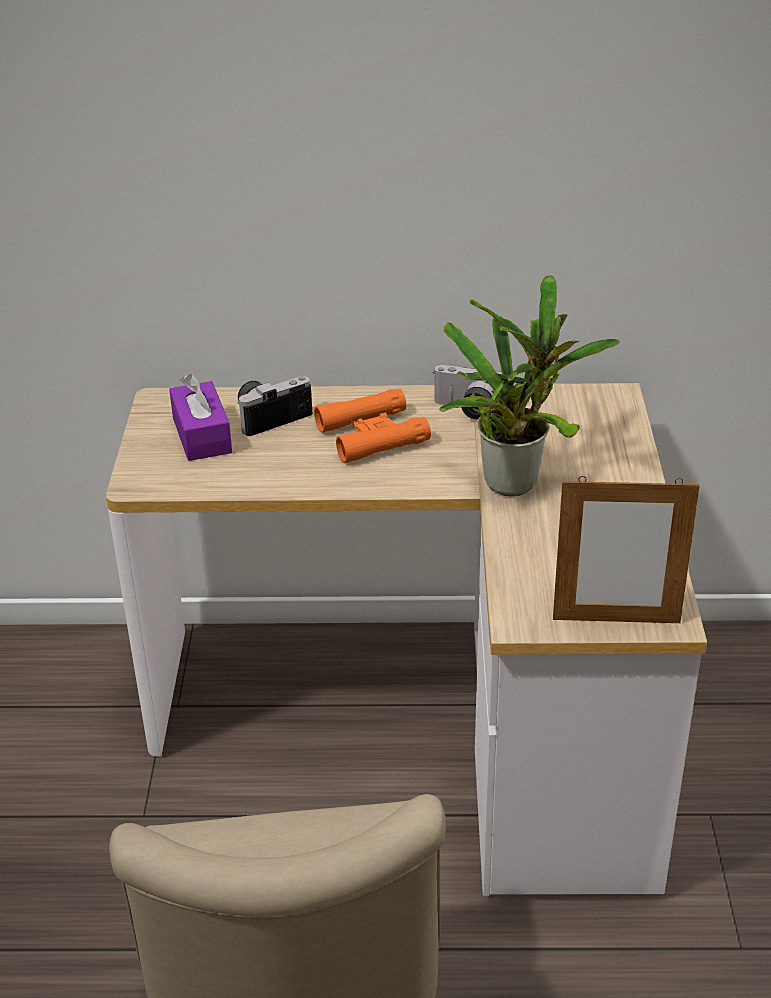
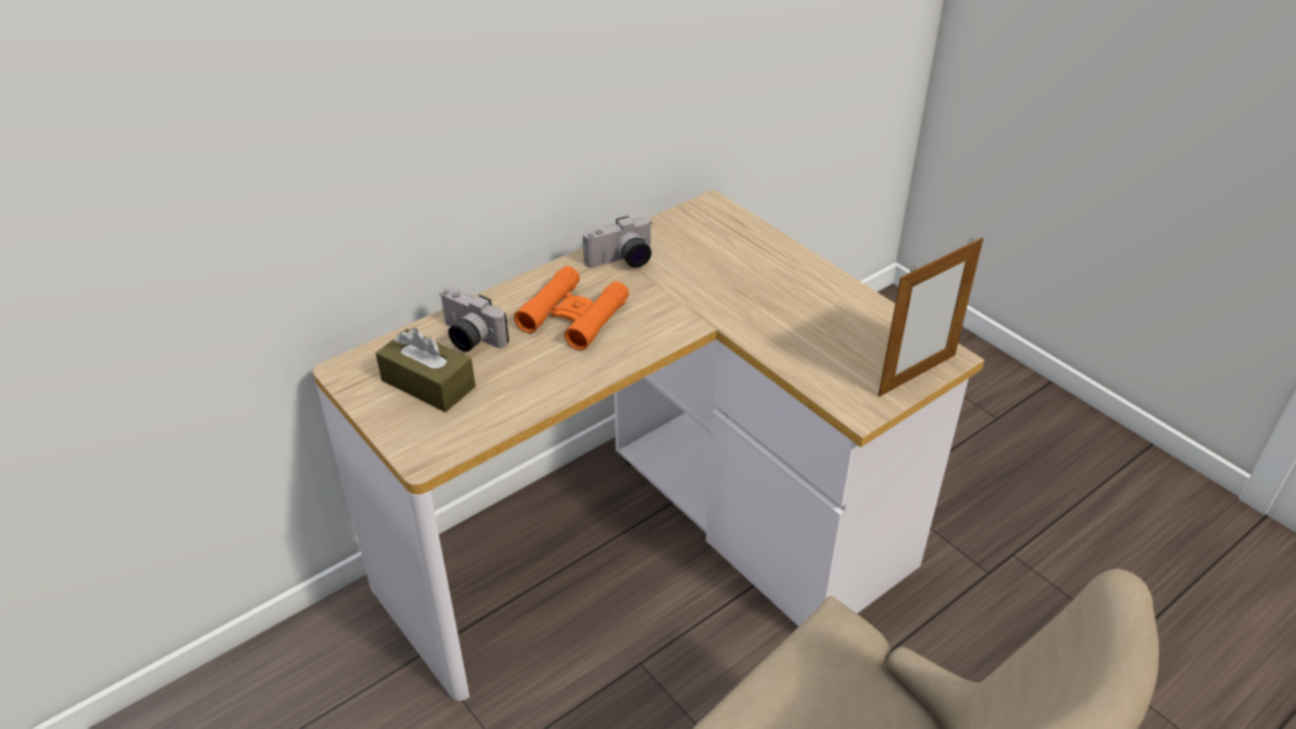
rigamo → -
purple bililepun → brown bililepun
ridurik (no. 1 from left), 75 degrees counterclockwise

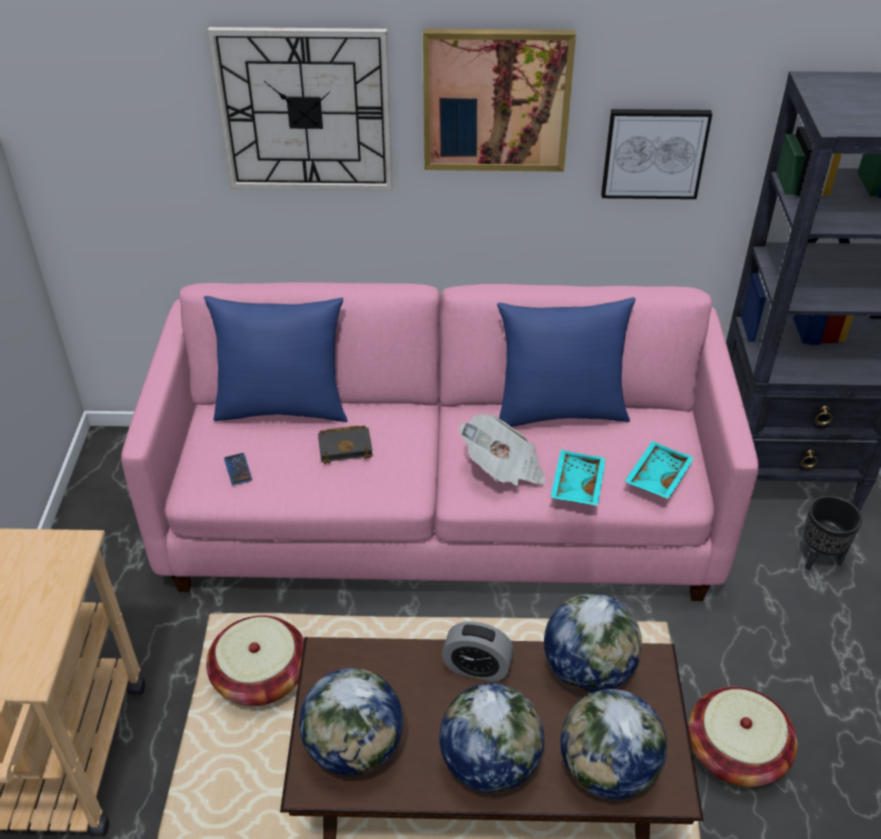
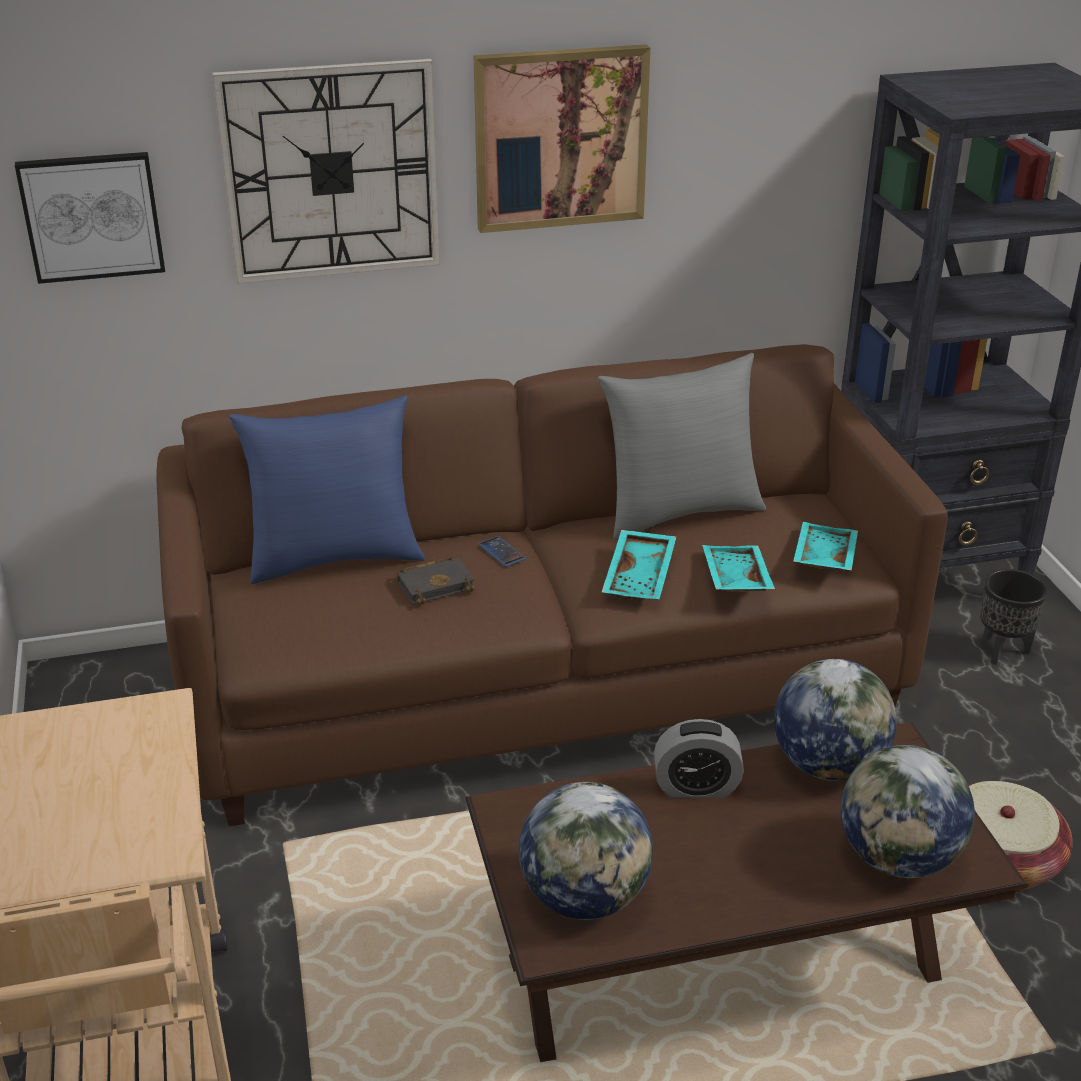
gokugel (no. 2 from left in the first image) → gokugel (no. 1 from left), relocated
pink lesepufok → brown lesepufok
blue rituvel (no. 2 from left) → grey rituvel
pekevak → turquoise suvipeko (no. 1 from left)
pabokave, relocated
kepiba (no. 1 from left) → -
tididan (no. 2 from left) → -

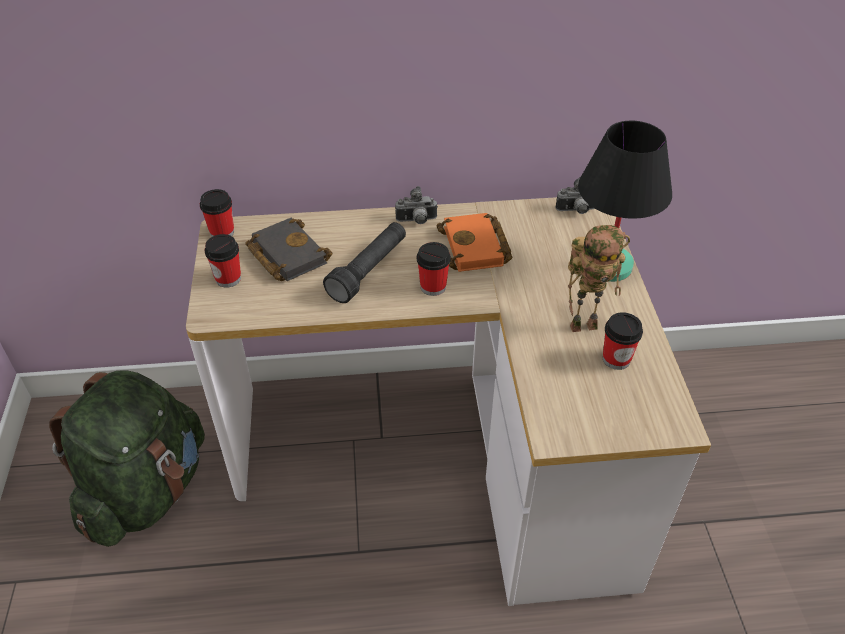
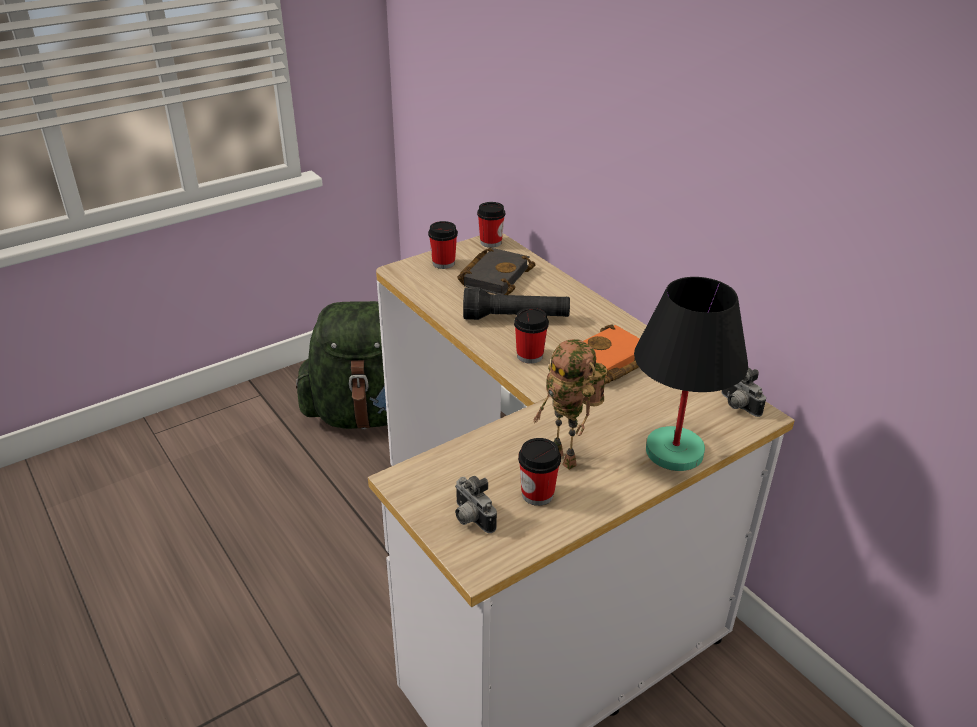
ridurik (no. 1 from left), relocated

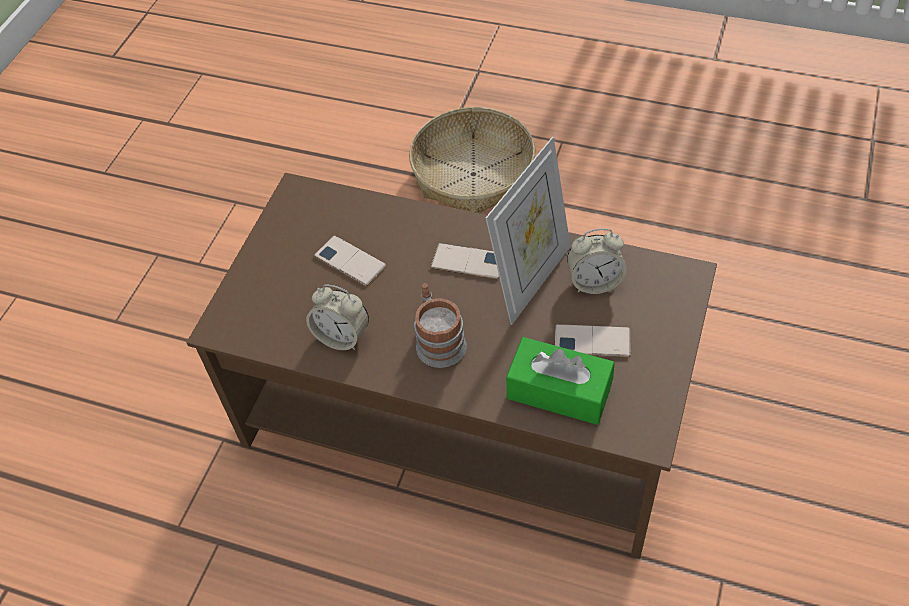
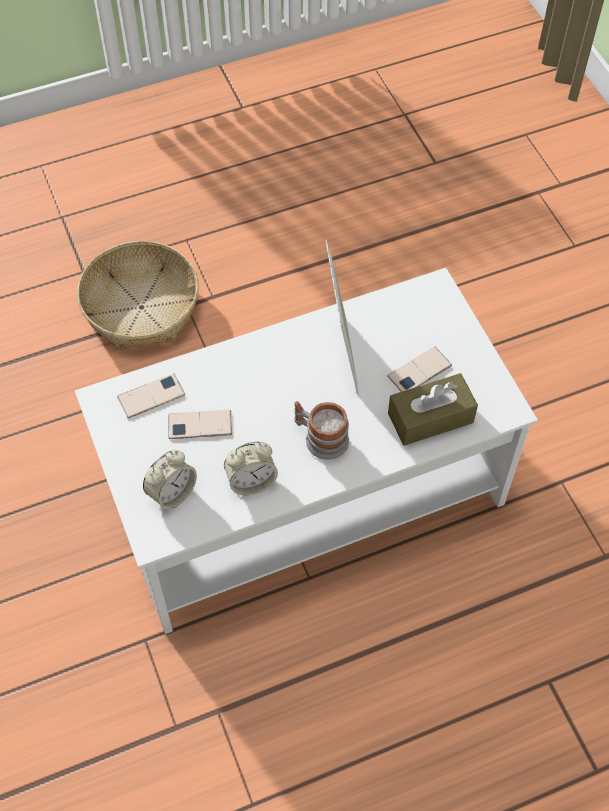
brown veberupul → white veberupul
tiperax (no. 2 from left in the first image) → tiperax (no. 1 from left), relocated
pabokave (no. 2 from left in the first image) → pabokave (no. 1 from left), relocated
green bililepun → brown bililepun

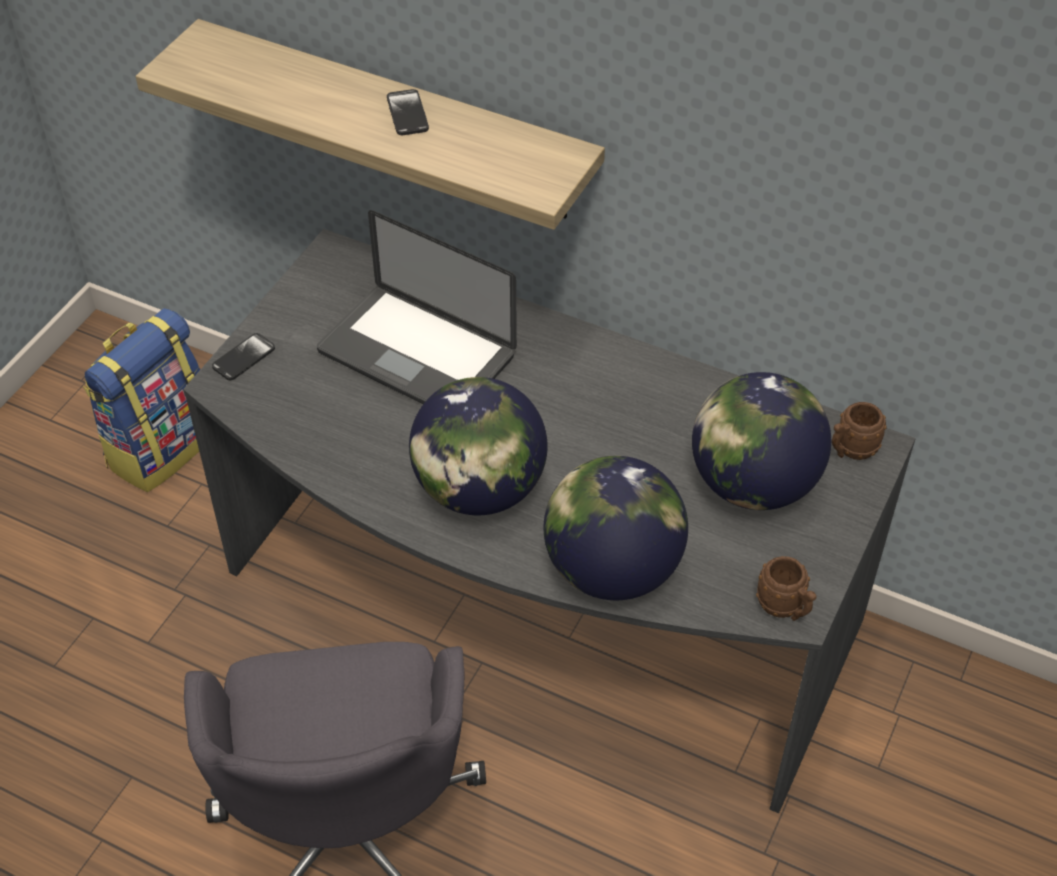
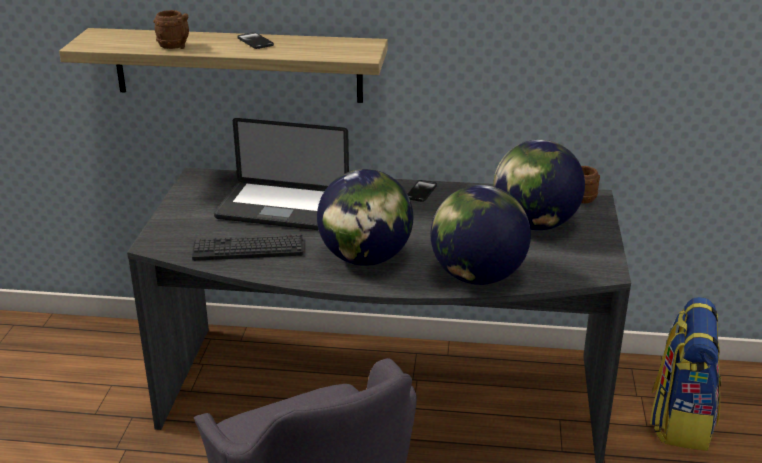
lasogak, relocated
pabokave (no. 1 from left in the first image) → pabokave (no. 2 from left), relocated
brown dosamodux (no. 1 from left), relocated
- → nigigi

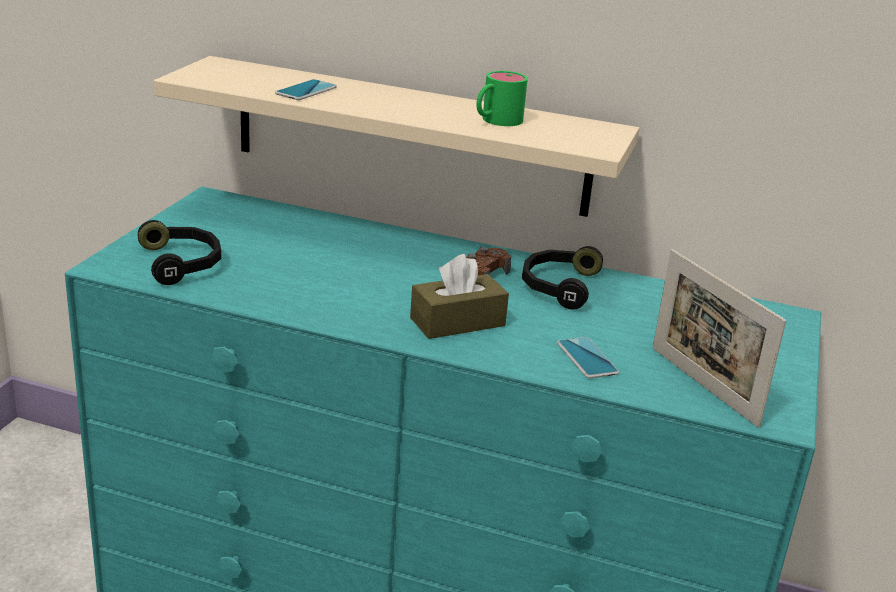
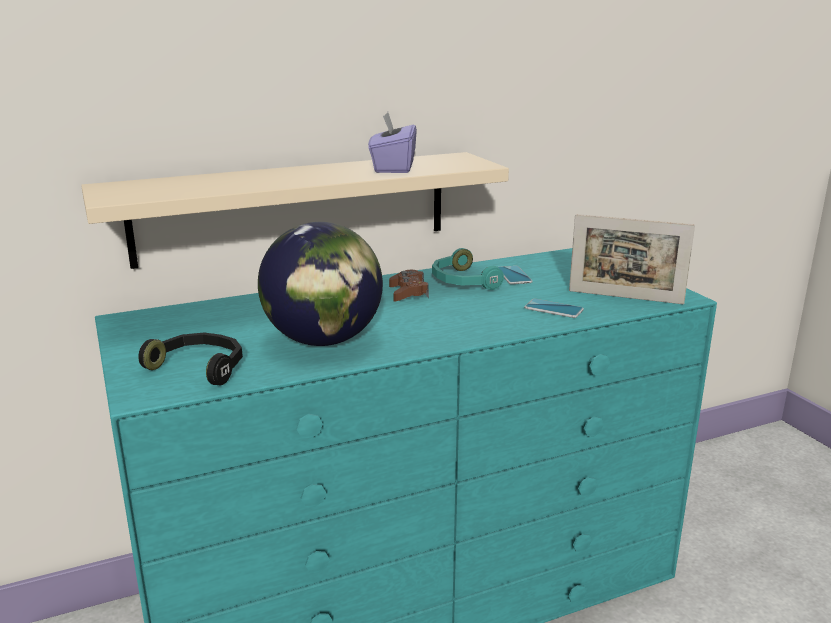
green dosamodux → purple bililepun
pabokave (no. 1 from left), relocated
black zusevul (no. 2 from left) → turquoise zusevul
brown bililepun → -
- → tididan

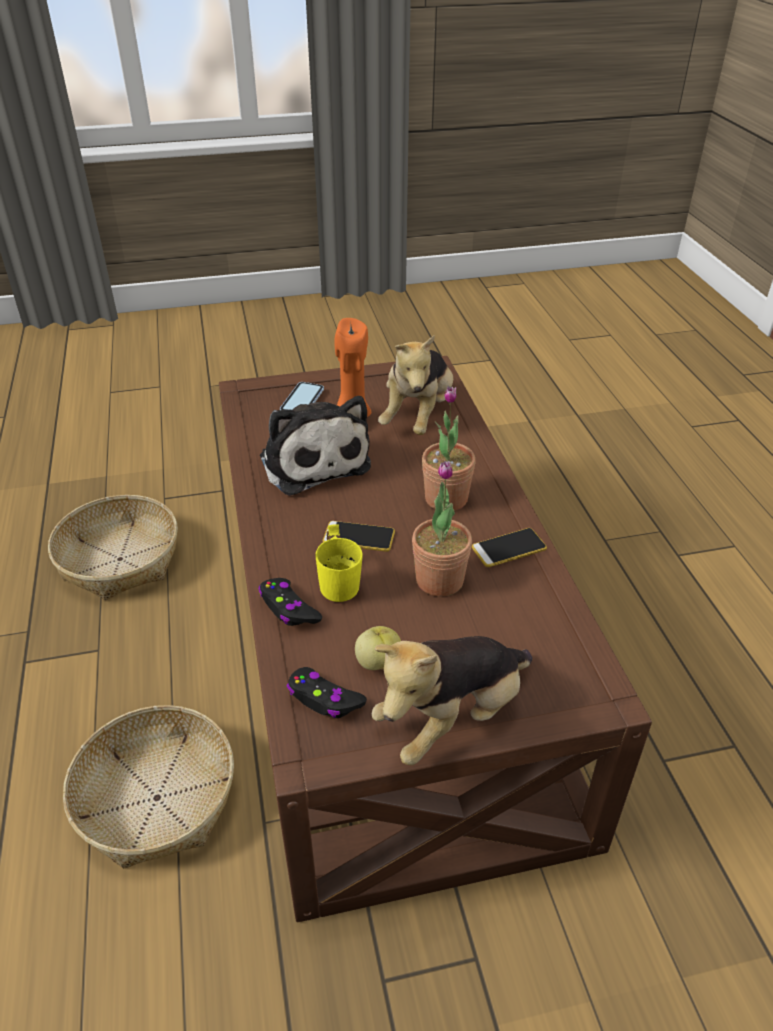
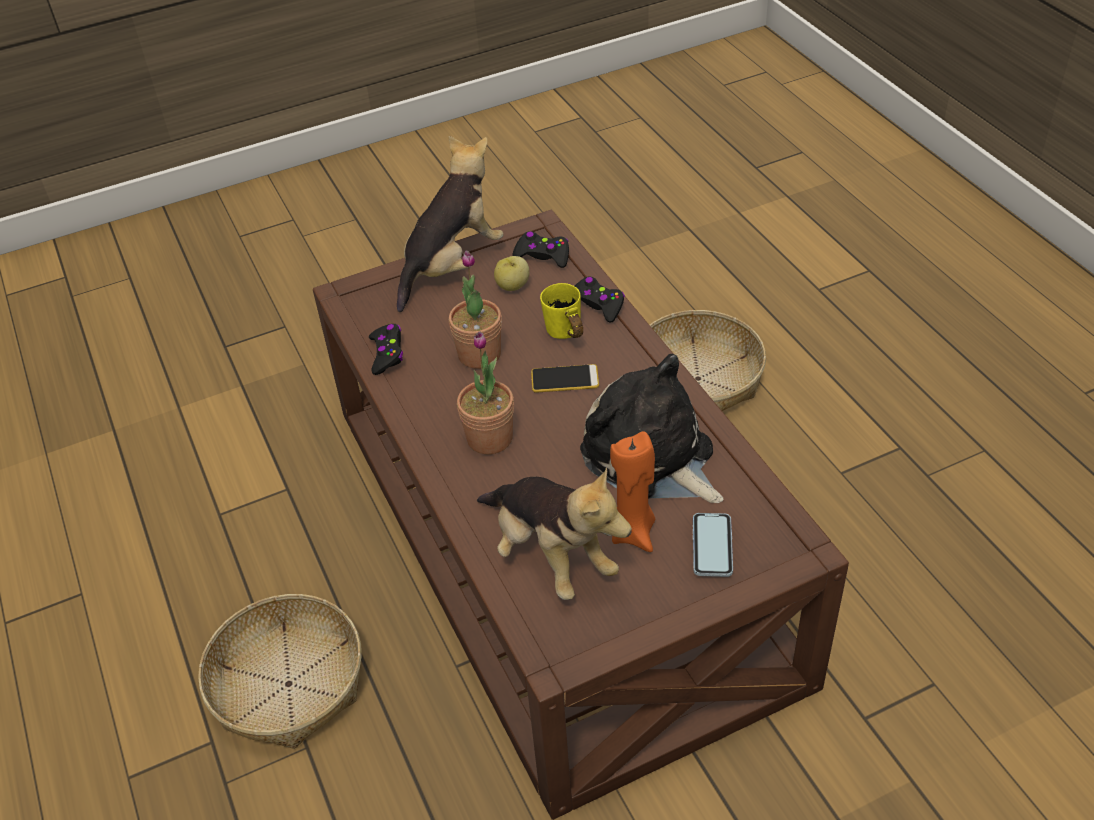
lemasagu (no. 2 from left), 135 degrees clockwise
kepiba (no. 1 from left), relocated
pabokave (no. 3 from left) → -
- → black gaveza (no. 1 from left)

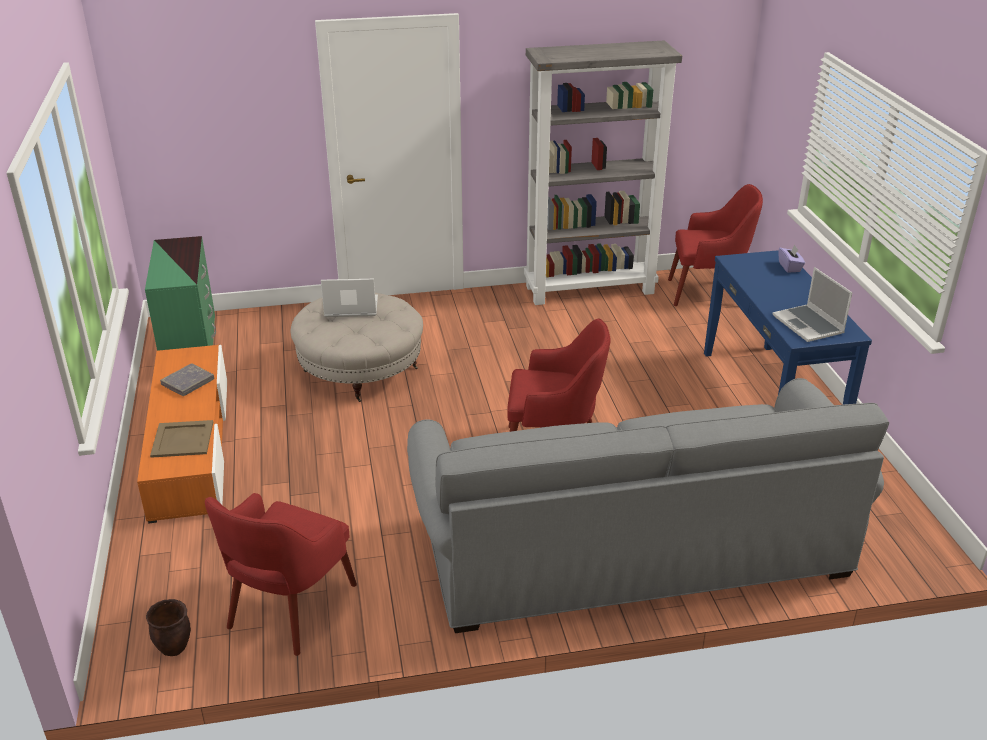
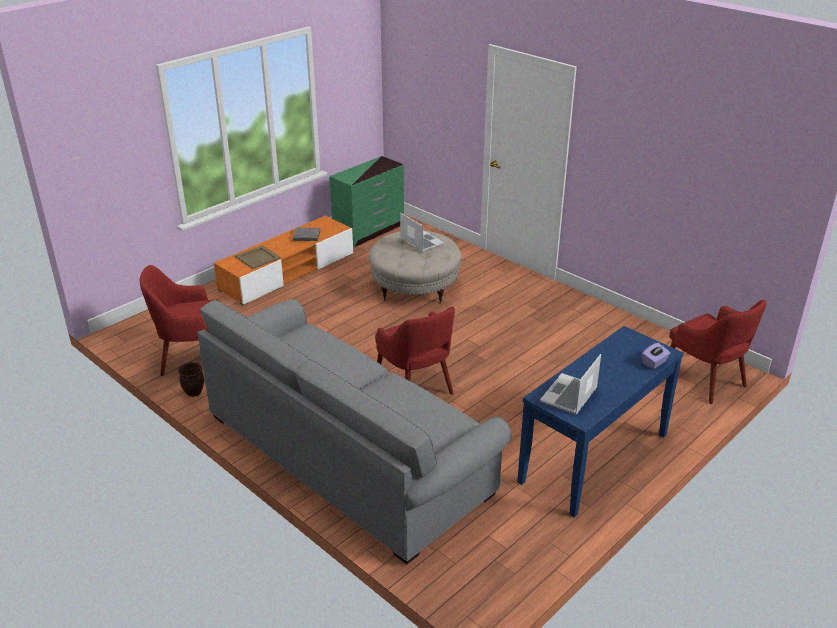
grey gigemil → -
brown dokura, relocated

